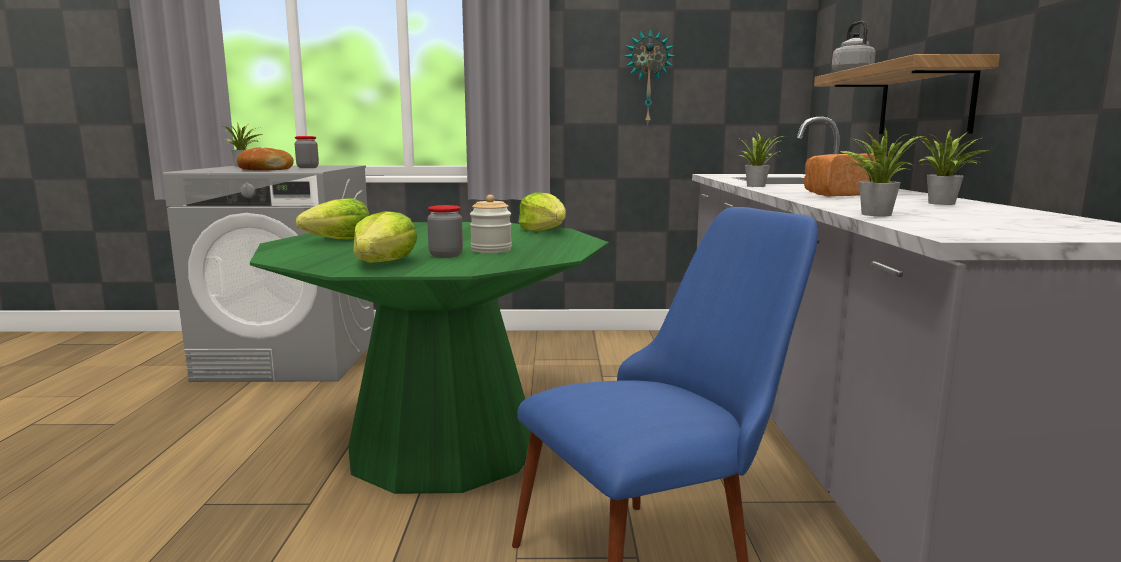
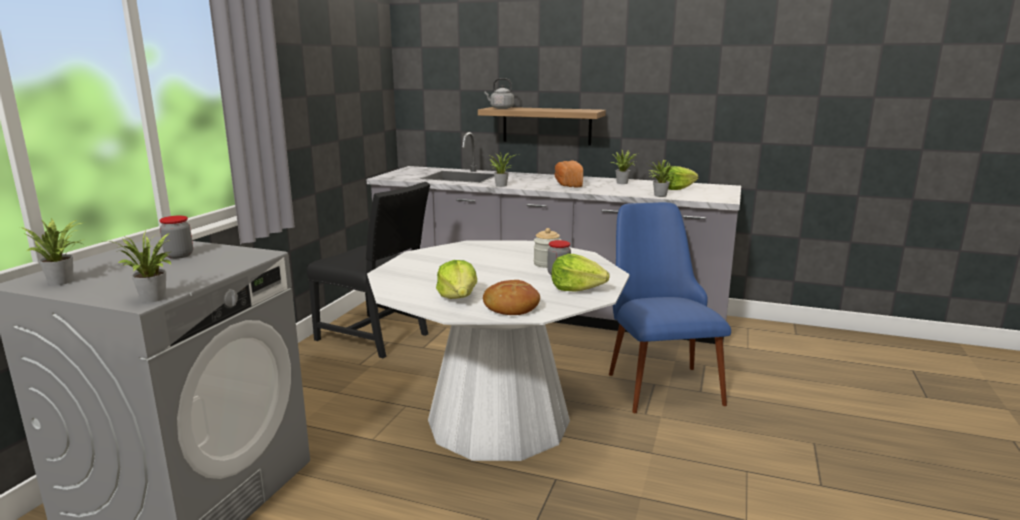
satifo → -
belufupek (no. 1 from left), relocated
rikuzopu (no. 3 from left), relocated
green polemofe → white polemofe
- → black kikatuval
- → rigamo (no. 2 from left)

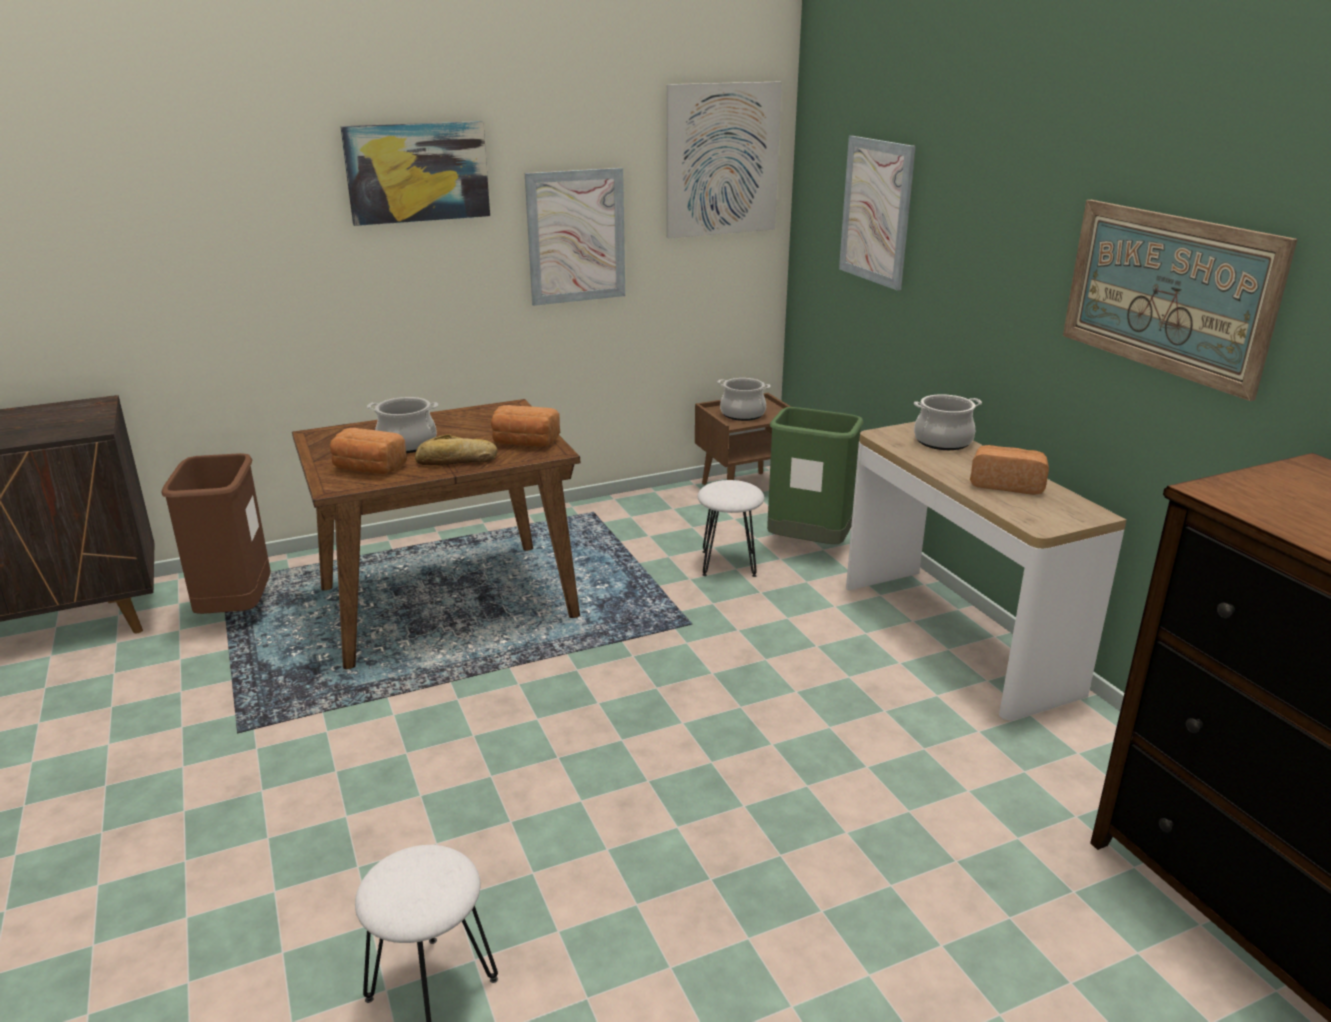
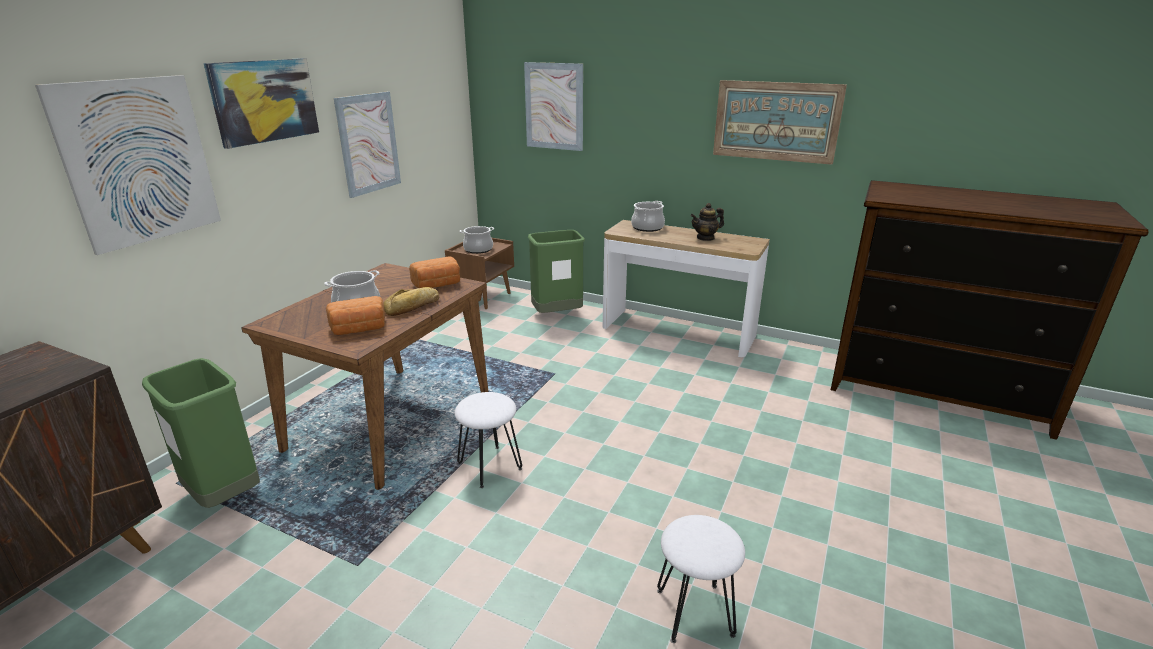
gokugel (no. 3 from left in the first image) → gokugel (no. 1 from left), relocated
belufupek (no. 4 from left) → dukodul
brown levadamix → green levadamix (no. 1 from left)
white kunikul (no. 2 from left in the first image) → white kunikul (no. 1 from left), relocated

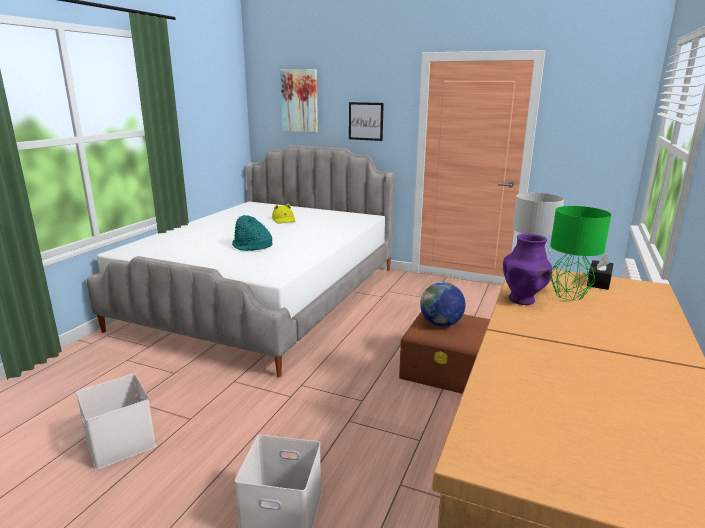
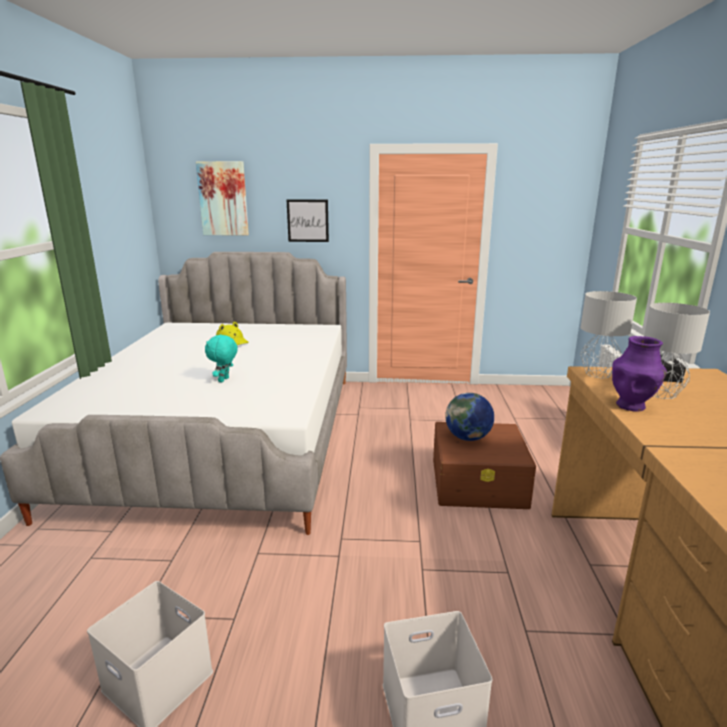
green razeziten → grey razeziten (no. 2 from left)
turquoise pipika → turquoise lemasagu

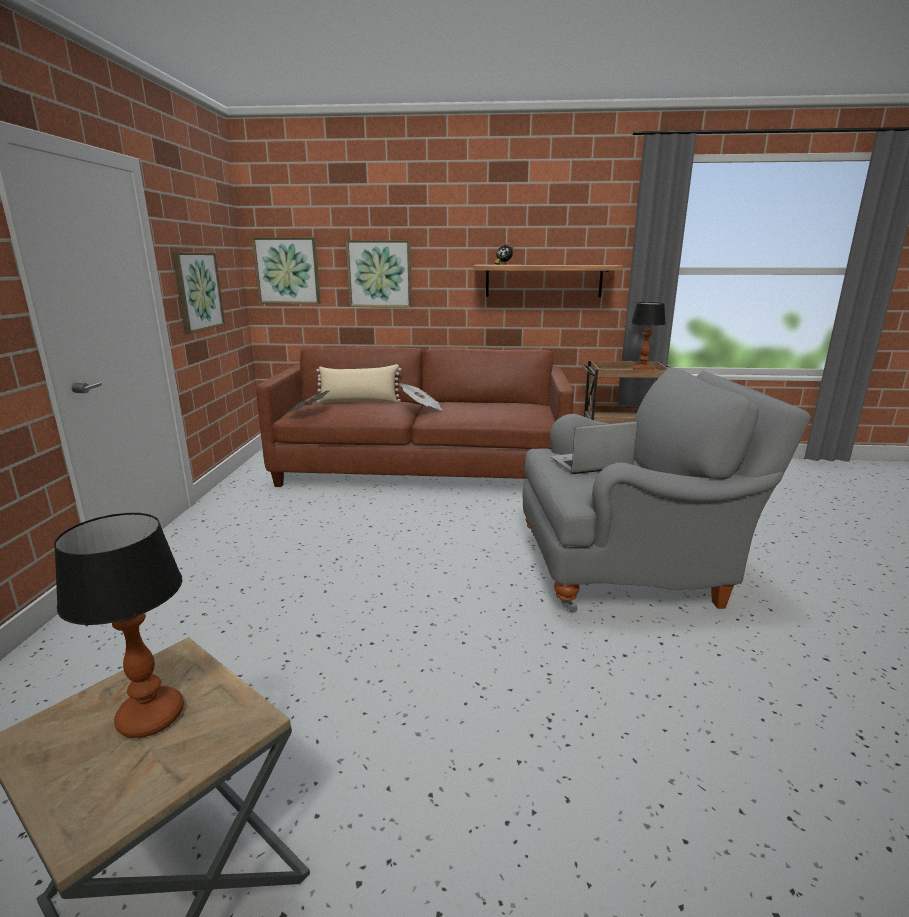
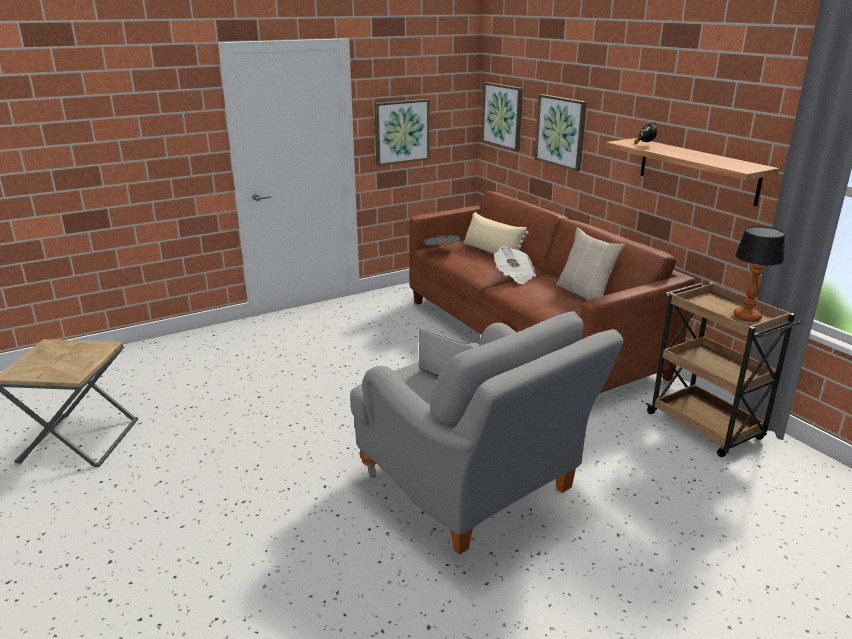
razeziten (no. 1 from left) → -
- → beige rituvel (no. 2 from left)

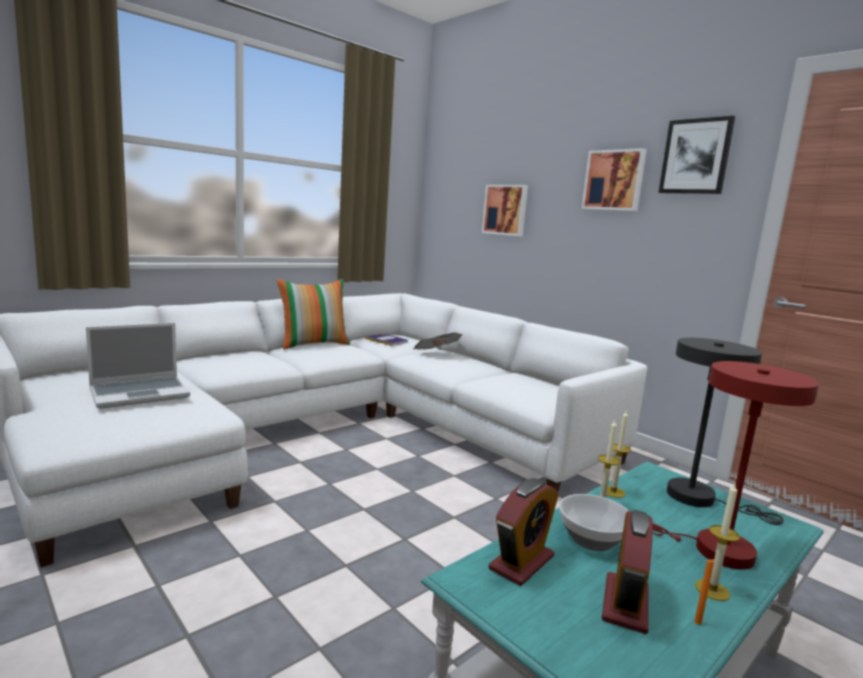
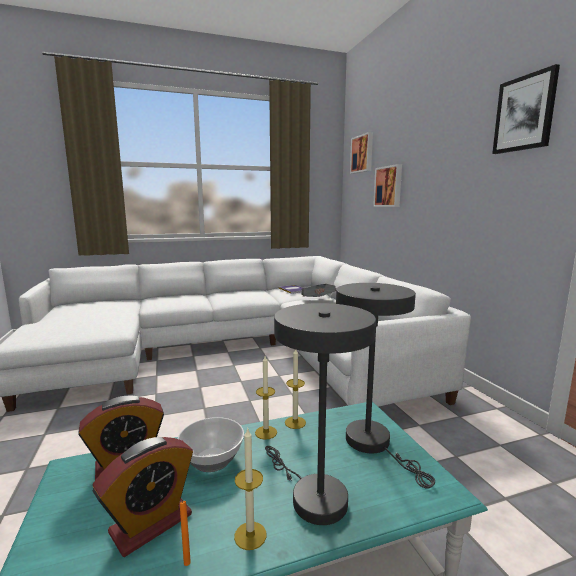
gokugel (no. 2 from left in the first image) → gokugel (no. 1 from left), relocated
rituvel → -
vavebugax → -
red razeziten → grey razeziten (no. 1 from left)

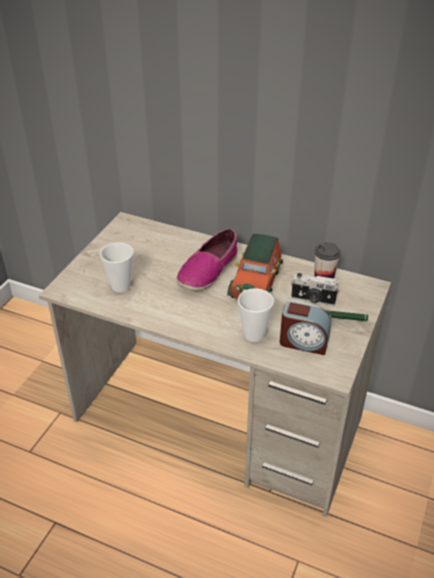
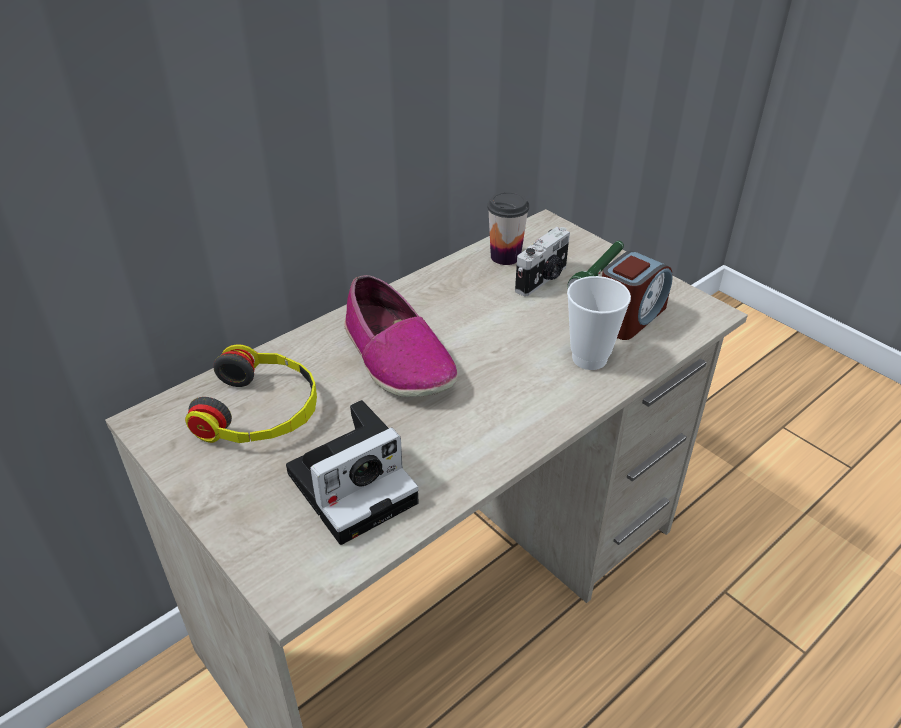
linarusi → -
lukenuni (no. 1 from left) → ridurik (no. 1 from left)
- → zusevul

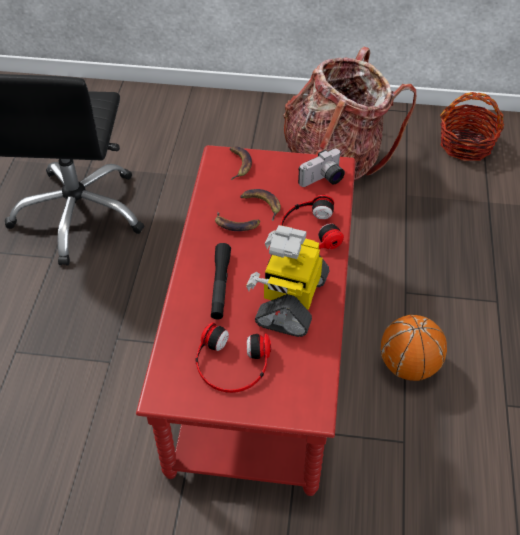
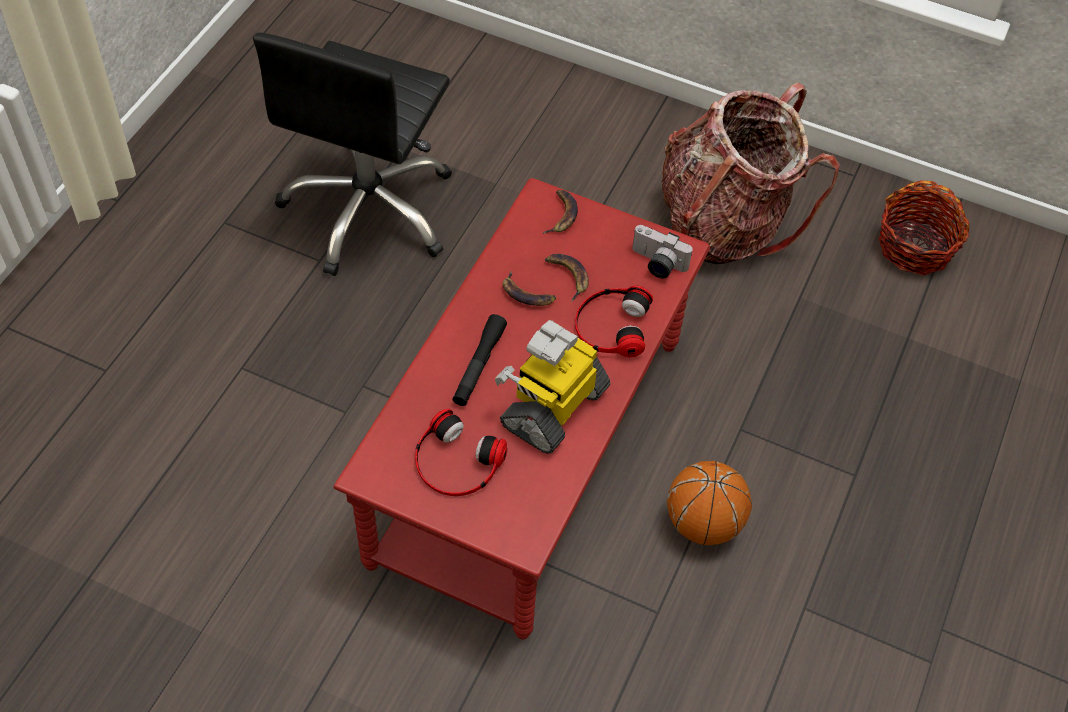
ridurik, 45 degrees clockwise

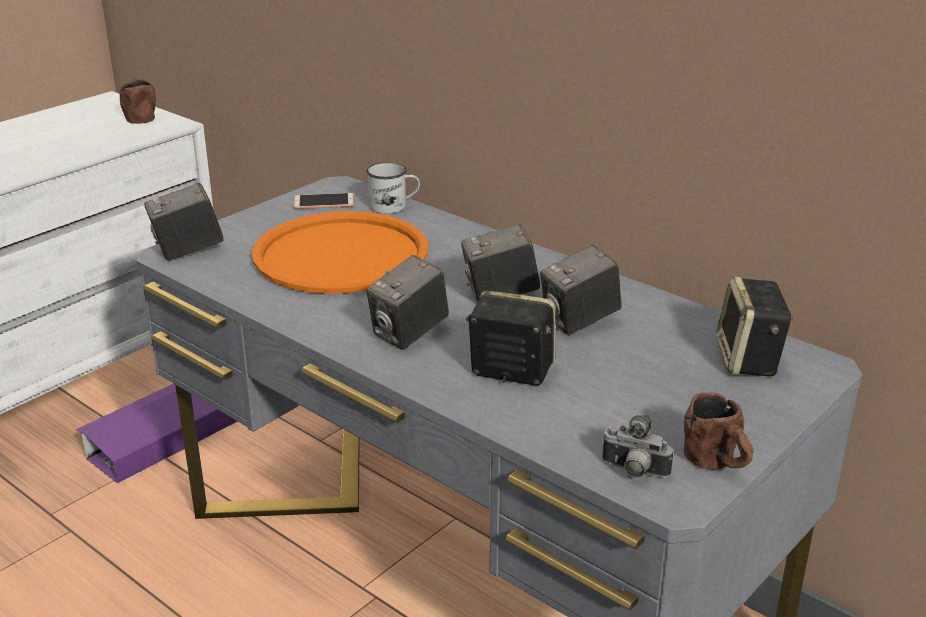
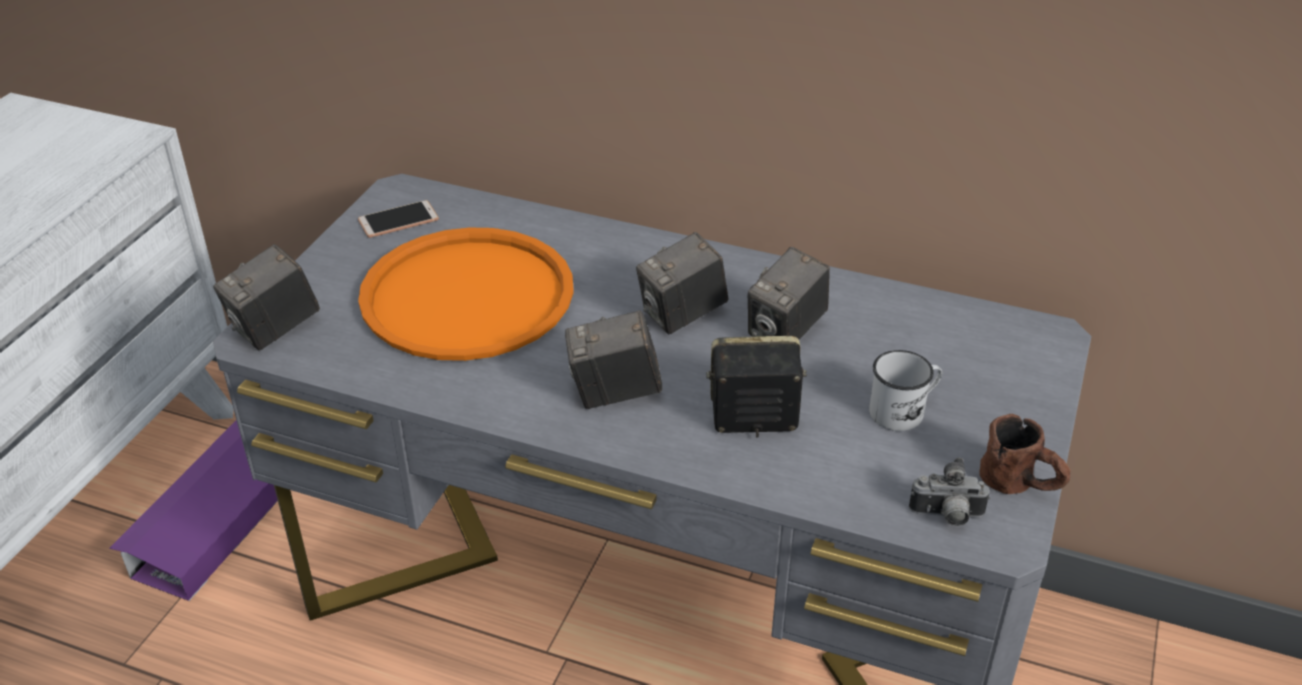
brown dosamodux (no. 1 from left) → -
white dosamodux, relocated
ridurik (no. 2 from left), 60 degrees clockwise
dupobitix (no. 2 from left) → -

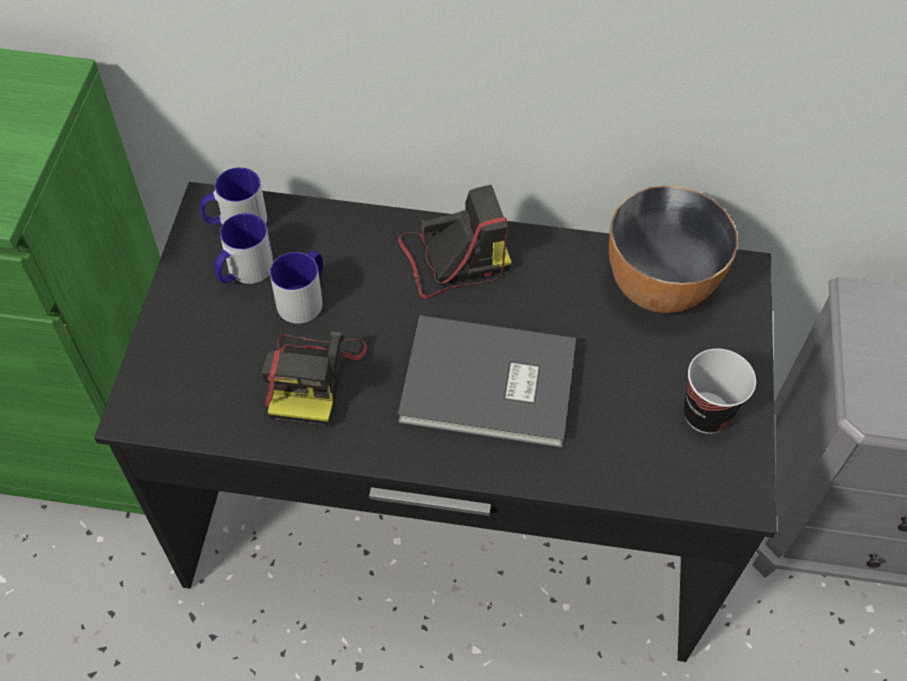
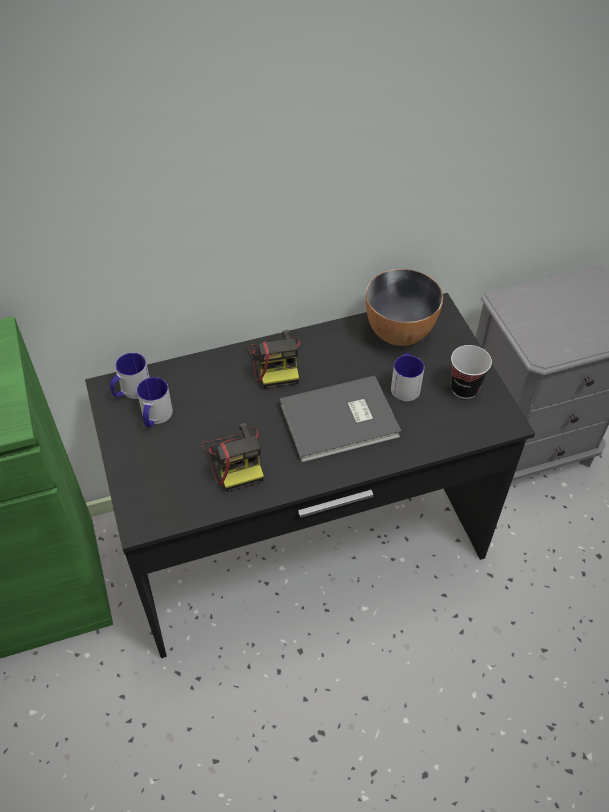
ridurik (no. 2 from left), 120 degrees clockwise
dosamodux (no. 3 from left), relocated

